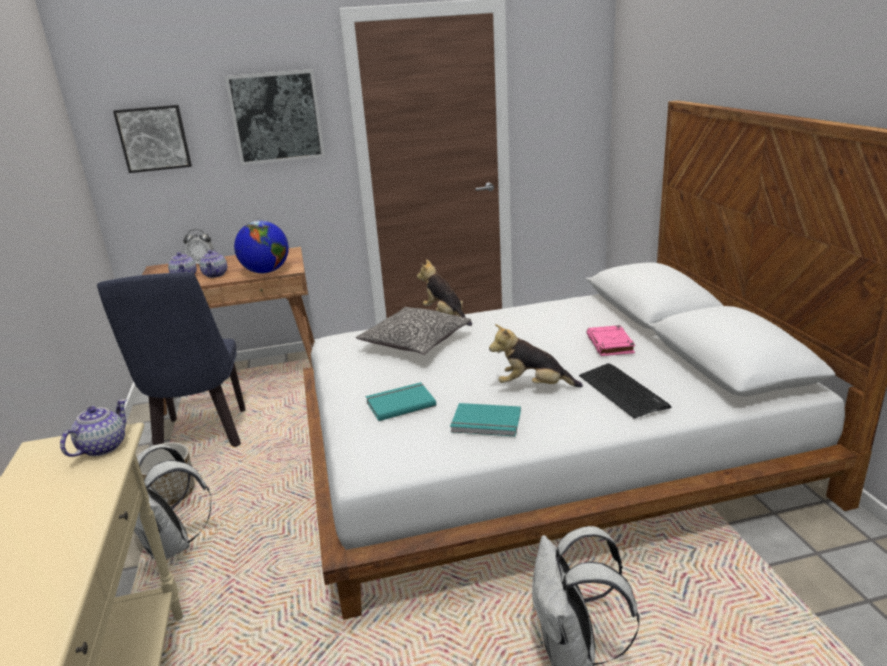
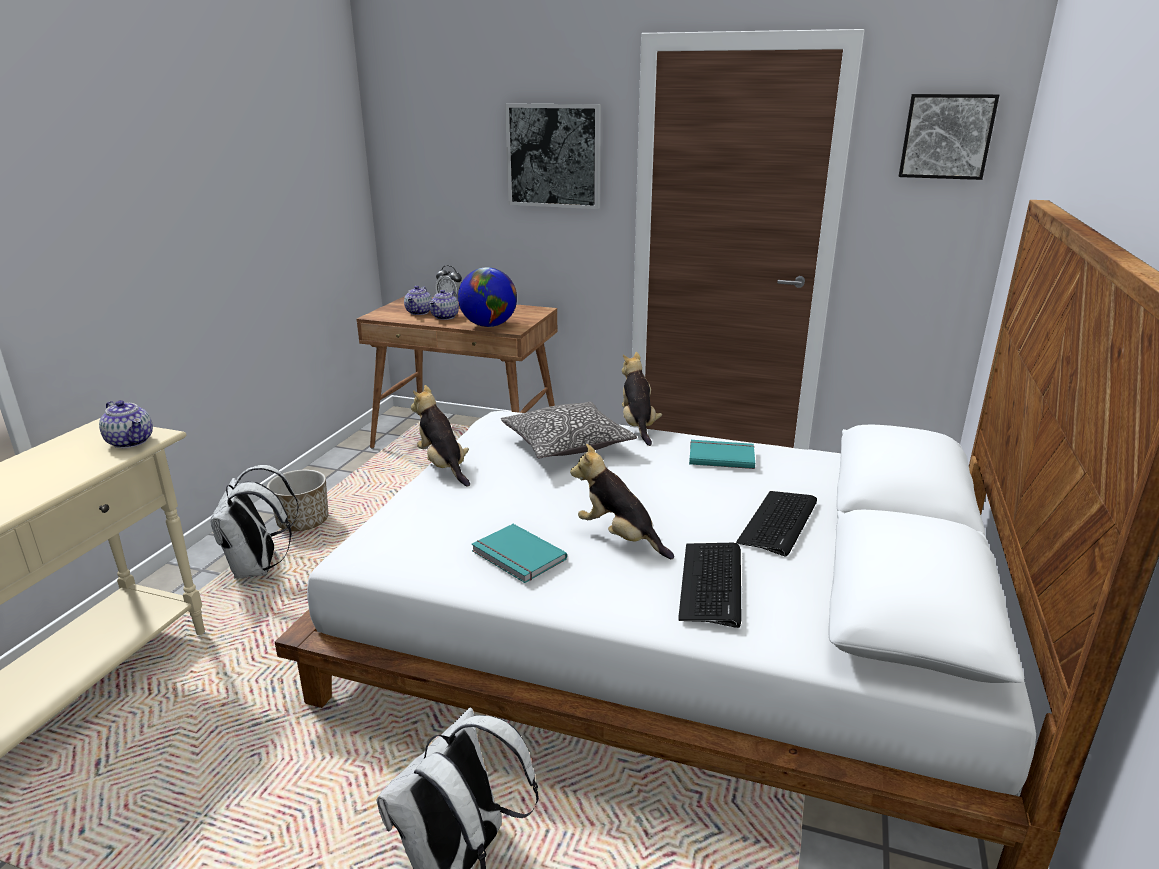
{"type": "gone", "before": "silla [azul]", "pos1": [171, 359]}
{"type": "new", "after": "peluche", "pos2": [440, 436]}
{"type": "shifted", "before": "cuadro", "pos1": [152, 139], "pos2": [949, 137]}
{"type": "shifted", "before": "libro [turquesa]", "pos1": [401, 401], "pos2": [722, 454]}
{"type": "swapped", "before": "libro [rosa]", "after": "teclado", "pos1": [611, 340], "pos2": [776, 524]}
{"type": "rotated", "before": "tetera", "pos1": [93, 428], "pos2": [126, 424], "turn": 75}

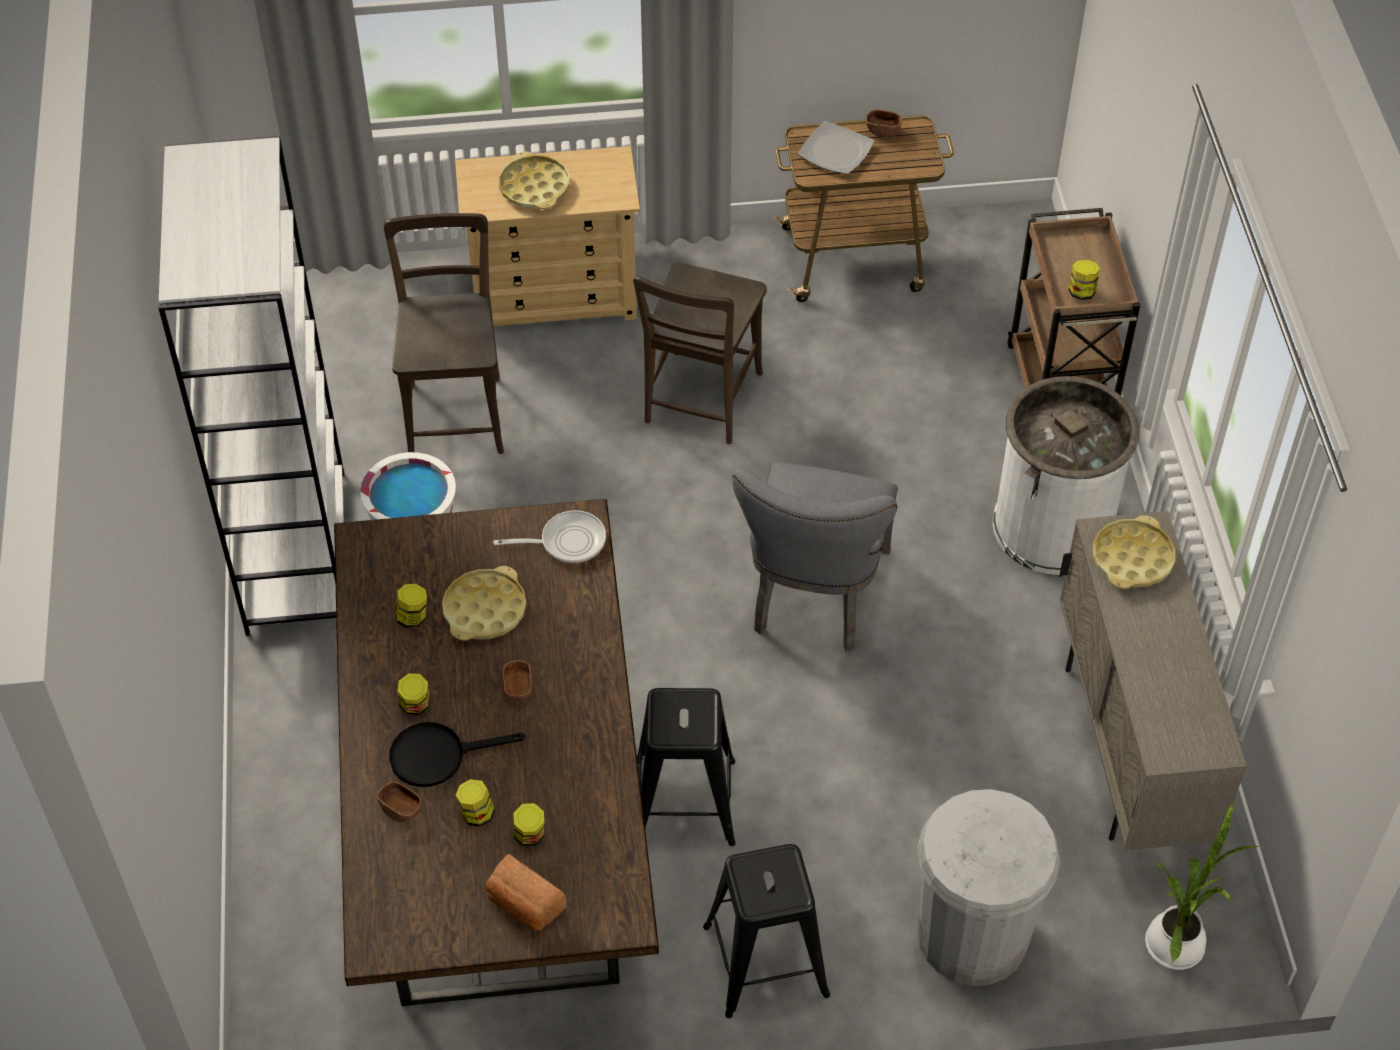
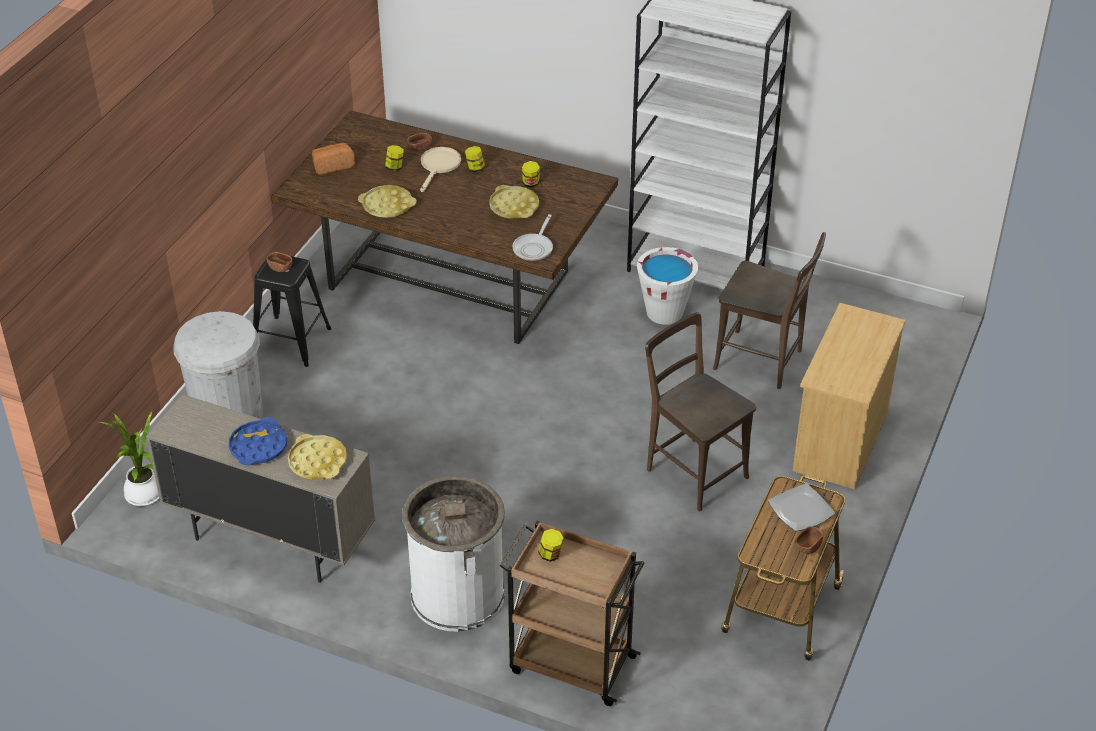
{"type": "gone", "before": "tarro", "pos1": [528, 824]}
{"type": "gone", "before": "taburete [negro]", "pos1": [686, 767]}
{"type": "gone", "before": "silla [gris]", "pos1": [815, 556]}
{"type": "new", "after": "bandeja [azul]", "pos2": [258, 441]}
{"type": "shifted", "before": "bandeja [amarillo]", "pos1": [534, 180], "pos2": [387, 201]}
{"type": "shifted", "before": "cuenco [marrón]", "pos1": [518, 680], "pos2": [279, 262]}
{"type": "repainted", "before": "sartén [negro]", "after": "sartén [beis]", "pos1": [457, 754], "pos2": [440, 169]}

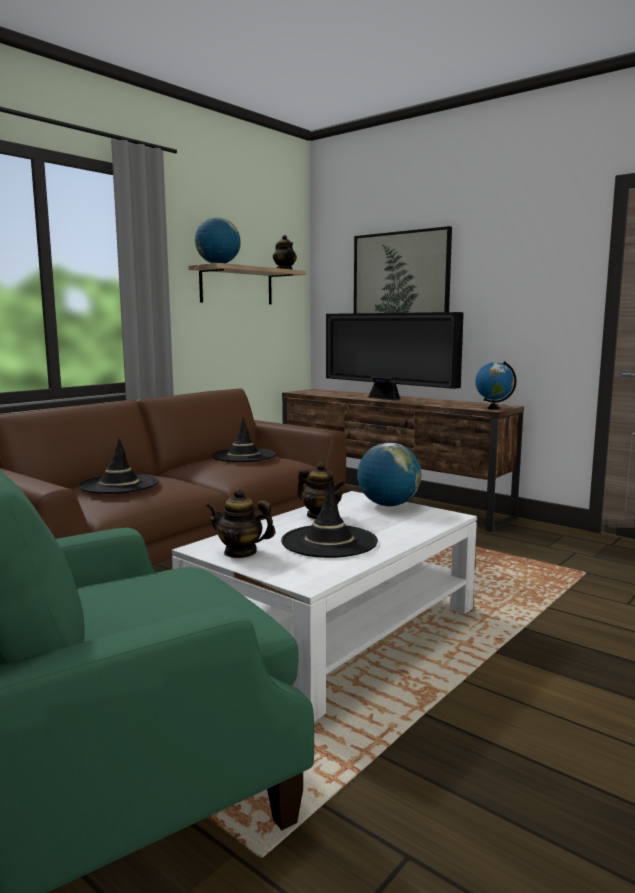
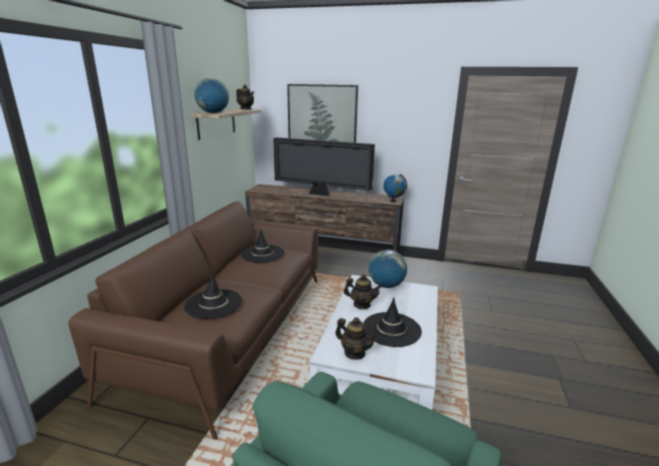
{"type": "rotated", "before": "tetera", "pos1": [241, 523], "pos2": [356, 338], "turn": -135}

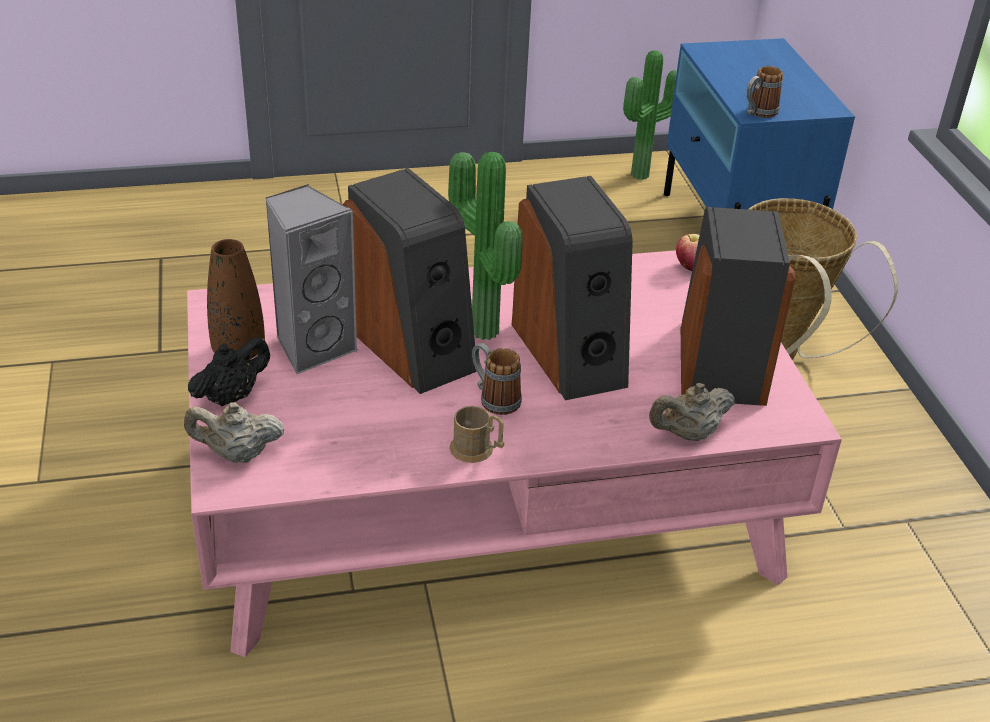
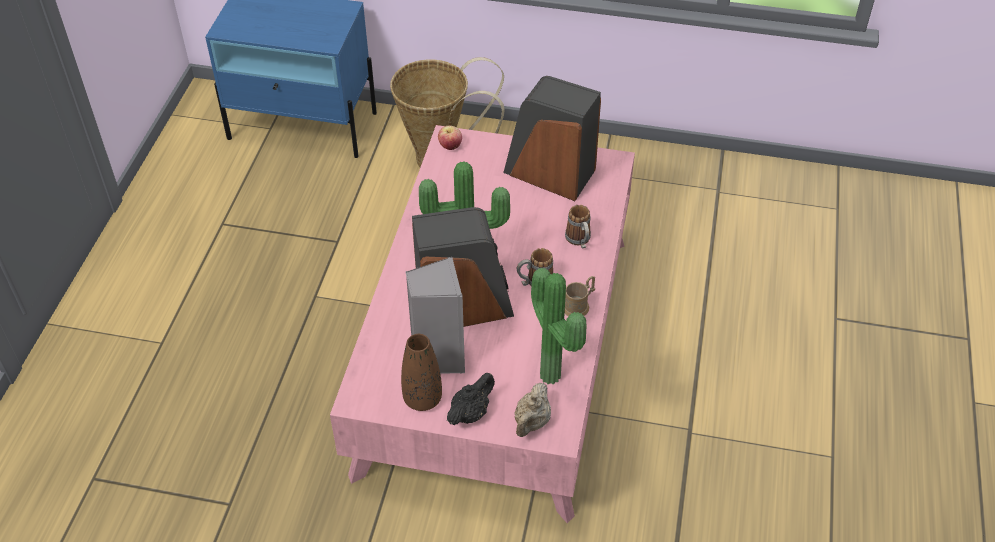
{"type": "gone", "before": "altavoz", "pos1": [572, 288]}
{"type": "gone", "before": "tetera [beis]", "pos1": [692, 412]}
{"type": "shifted", "before": "planta en maceta", "pos1": [650, 115], "pos2": [559, 326]}
{"type": "shifted", "before": "taza grande", "pos1": [764, 92], "pos2": [578, 226]}
{"type": "rotated", "before": "tetera [negro]", "pos1": [229, 371], "pos2": [471, 399], "turn": 60}

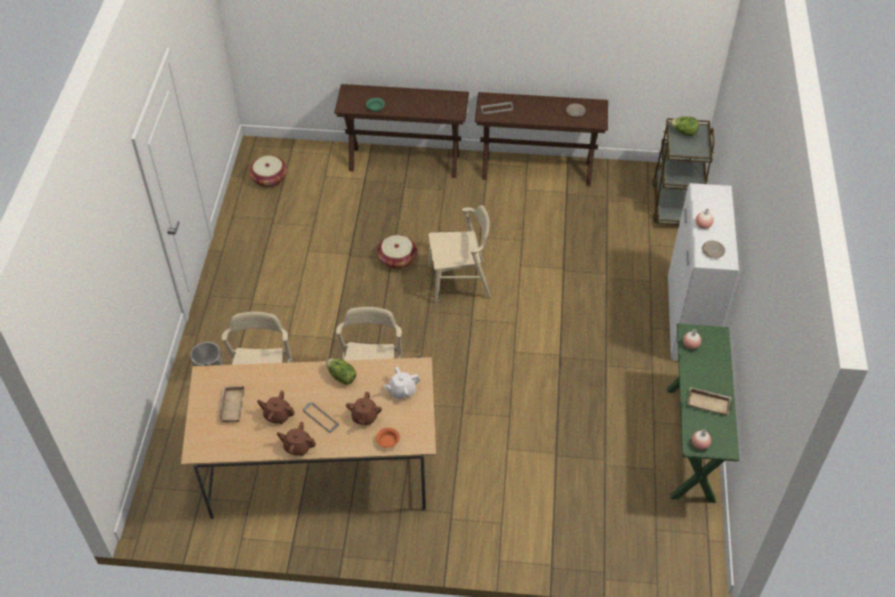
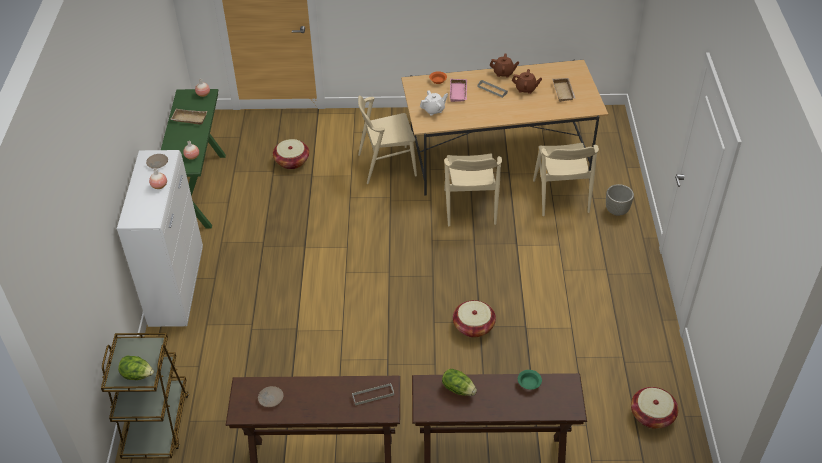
{"type": "new", "after": "cesta", "pos2": [291, 154]}
{"type": "shifted", "before": "lechuga", "pos1": [341, 371], "pos2": [459, 382]}
{"type": "shifted", "before": "silla [beis]", "pos1": [459, 254], "pos2": [387, 139]}
{"type": "swapped", "before": "tetera [marrón]", "after": "bandeja [rosa]", "pos1": [364, 408], "pos2": [458, 90]}

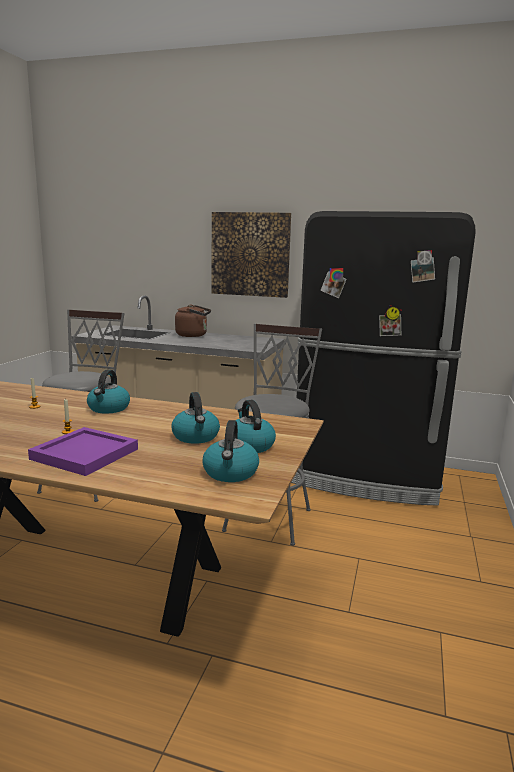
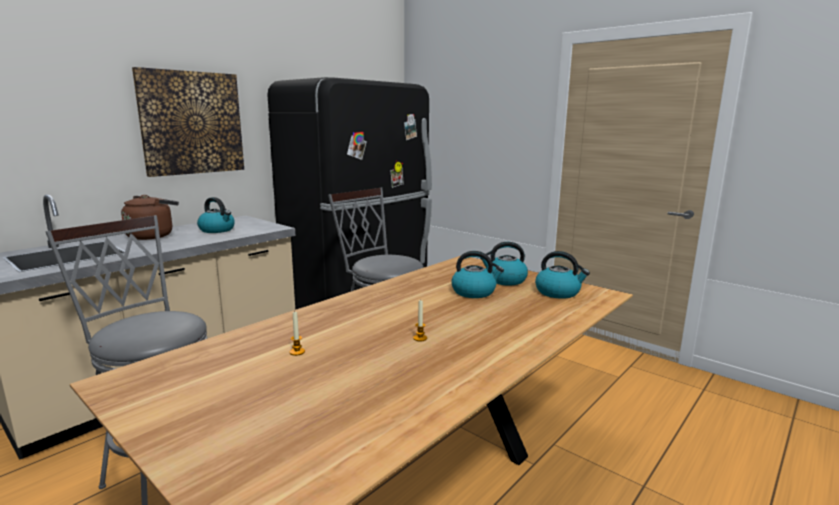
{"type": "gone", "before": "bandeja [morado]", "pos1": [83, 451]}
{"type": "shifted", "before": "hervidor", "pos1": [108, 392], "pos2": [216, 215]}

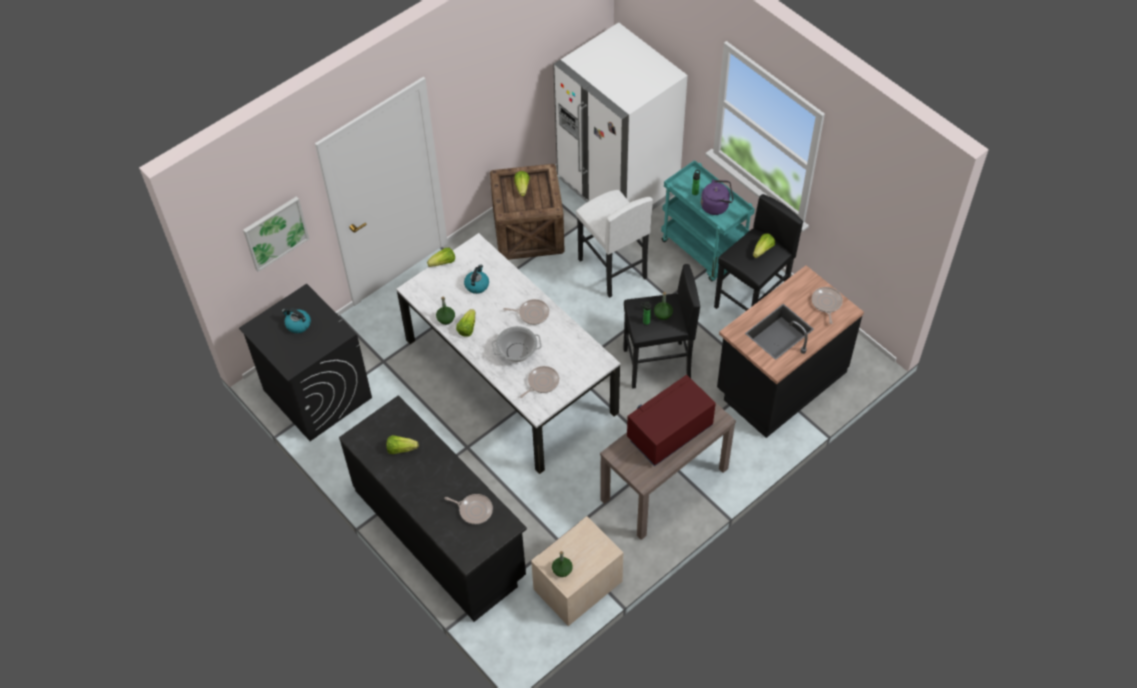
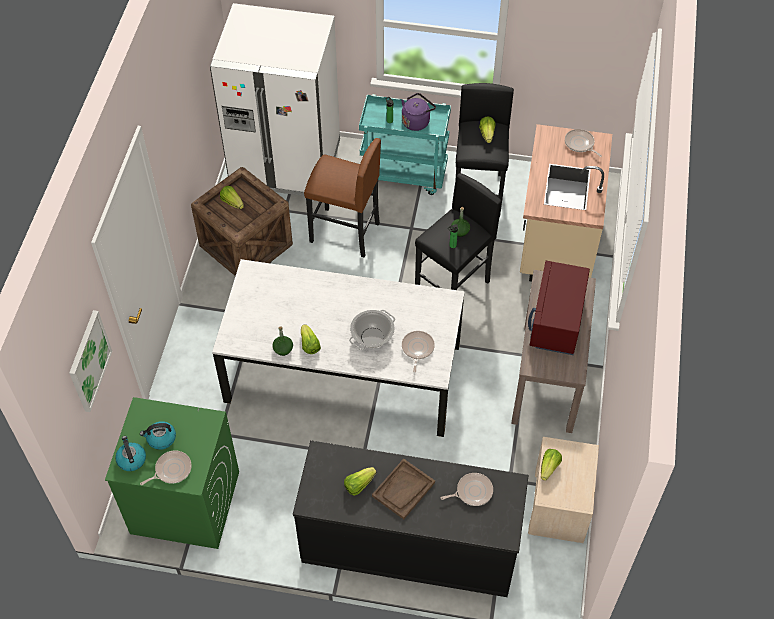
{"type": "gone", "before": "botella [verde]", "pos1": [562, 564]}
{"type": "new", "after": "bandeja [marrón]", "pos2": [403, 488]}
{"type": "shifted", "before": "lechuga", "pos1": [441, 257], "pos2": [551, 465]}
{"type": "shifted", "before": "hervidor", "pos1": [476, 279], "pos2": [130, 453]}
{"type": "shifted", "before": "sartén", "pos1": [526, 312], "pos2": [166, 467]}
{"type": "repainted", "before": "lavadora [negro]", "after": "lavadora [verde]", "pos1": [305, 362], "pos2": [172, 473]}
{"type": "repainted", "before": "taburete [blanco]", "after": "taburete [marrón]", "pos1": [614, 244], "pos2": [342, 197]}
{"type": "repainted", "before": "mueble bajo de cocina [negro]", "after": "mueble bajo de cocina [beis]", "pos1": [790, 351], "pos2": [566, 203]}

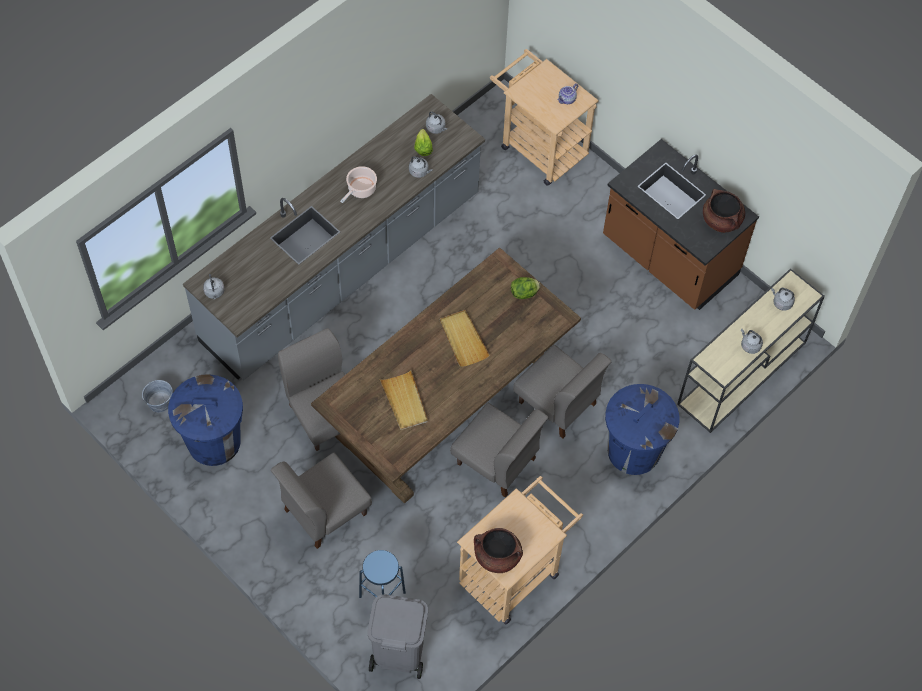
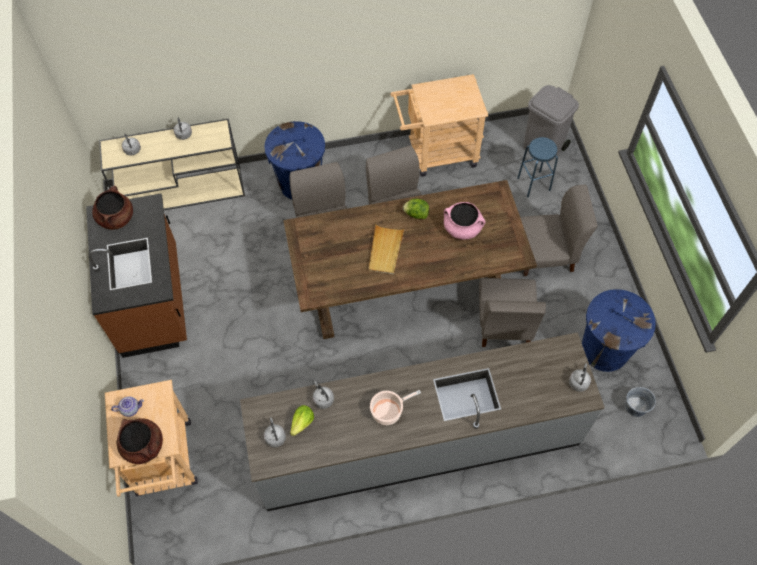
{"type": "shifted", "before": "olla [marrón]", "pos1": [498, 550], "pos2": [140, 441]}
{"type": "shifted", "before": "lechuga", "pos1": [525, 288], "pos2": [416, 208]}
{"type": "swapped", "before": "bandeja [beis]", "after": "olla [rosa]", "pos1": [404, 400], "pos2": [465, 220]}

